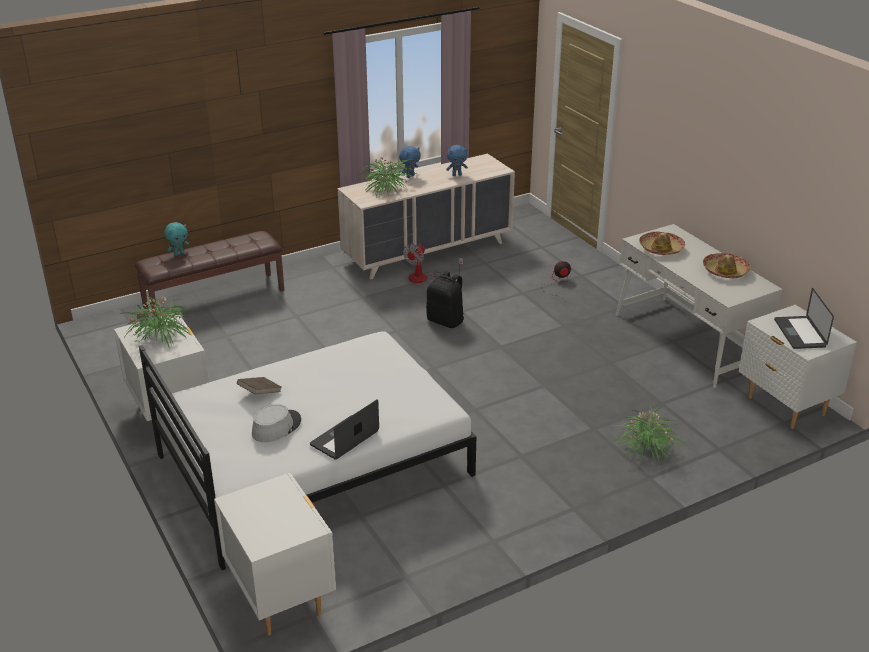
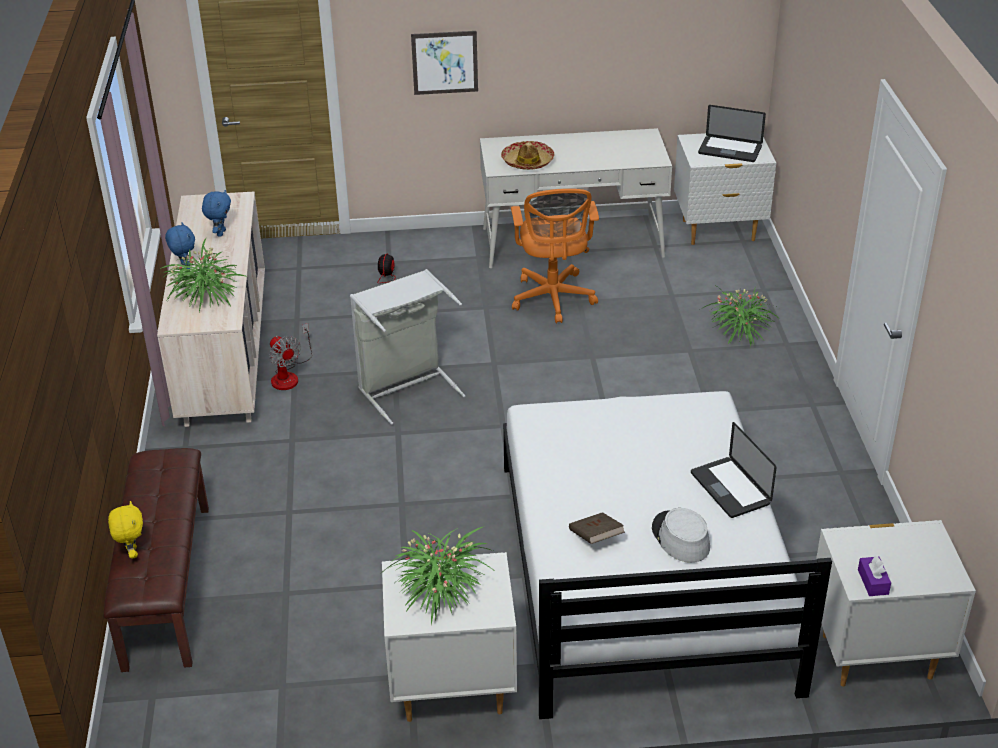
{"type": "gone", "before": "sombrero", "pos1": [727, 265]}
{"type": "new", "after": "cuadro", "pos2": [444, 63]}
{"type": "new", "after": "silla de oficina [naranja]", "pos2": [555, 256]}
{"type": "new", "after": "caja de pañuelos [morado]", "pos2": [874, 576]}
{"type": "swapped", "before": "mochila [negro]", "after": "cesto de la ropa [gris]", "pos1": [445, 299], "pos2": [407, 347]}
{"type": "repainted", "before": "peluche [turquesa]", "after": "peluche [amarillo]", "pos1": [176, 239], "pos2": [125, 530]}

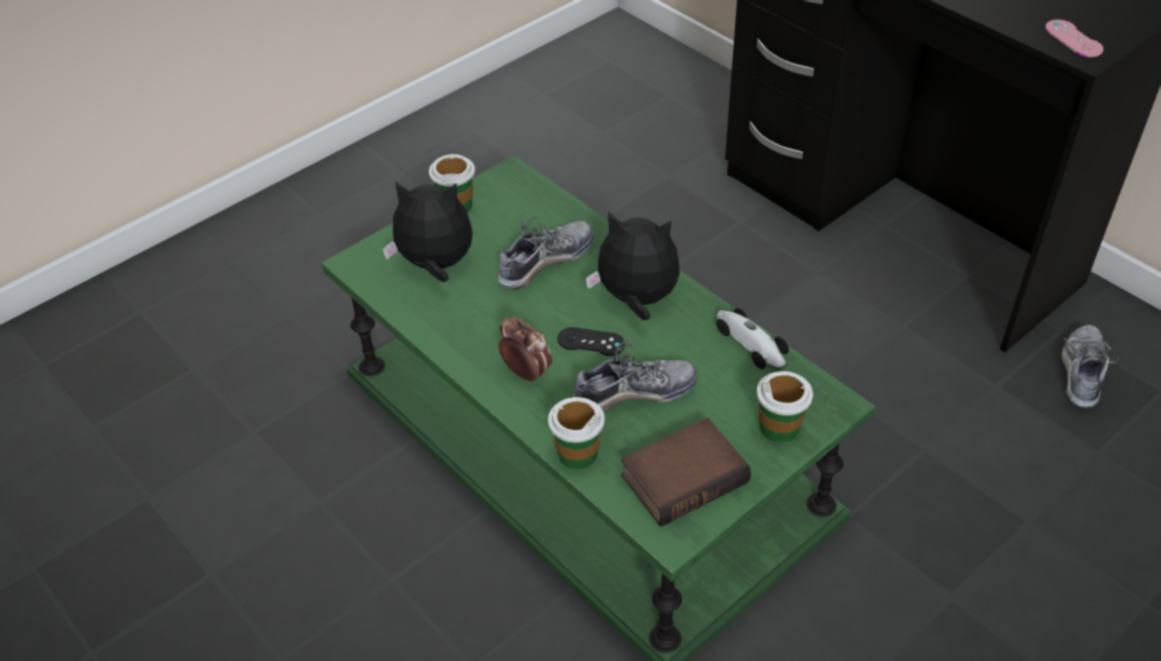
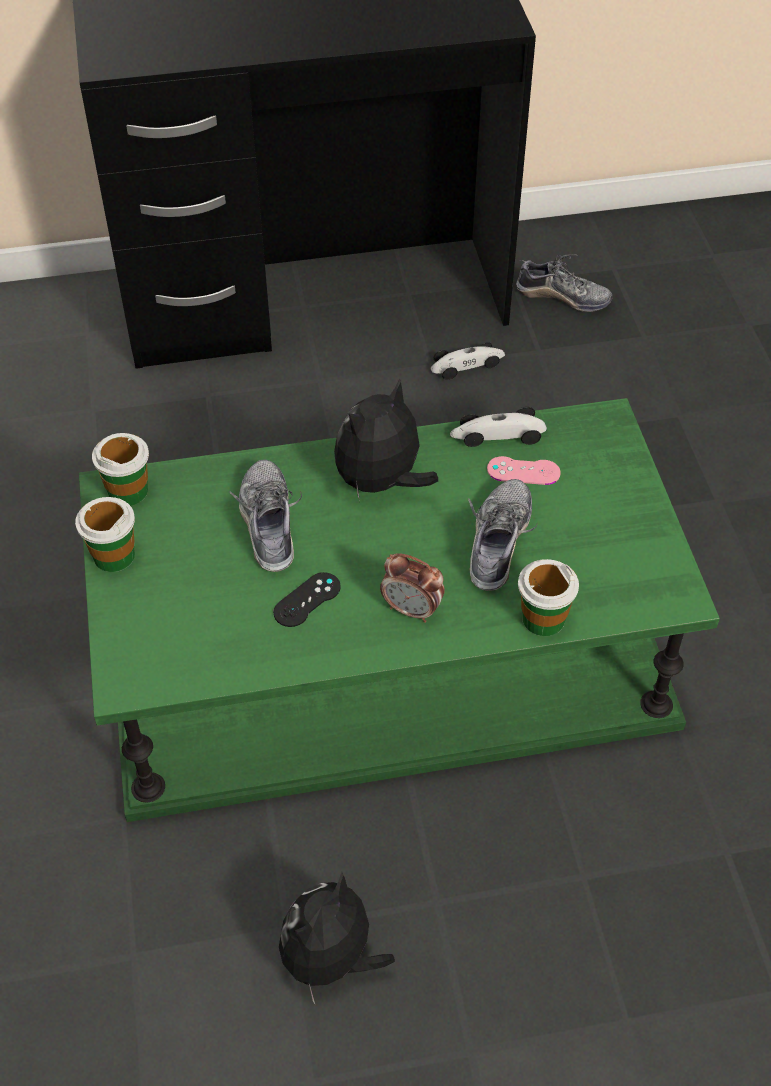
{"type": "gone", "before": "libro", "pos1": [686, 472]}
{"type": "new", "after": "coche de juguete", "pos2": [467, 361]}
{"type": "shifted", "before": "peluche", "pos1": [427, 231], "pos2": [337, 938]}
{"type": "shifted", "before": "mando de consola [negro]", "pos1": [591, 341], "pos2": [307, 599]}
{"type": "shifted", "before": "taza", "pos1": [785, 407], "pos2": [120, 469]}
{"type": "shifted", "before": "mando de consola [rosa]", "pos1": [1074, 38], "pos2": [524, 470]}
{"type": "rotated", "before": "despertador", "pos1": [525, 350], "pos2": [412, 588], "turn": -135}
{"type": "rotated", "before": "zapato", "pos1": [1090, 366], "pos2": [564, 283], "turn": 150}

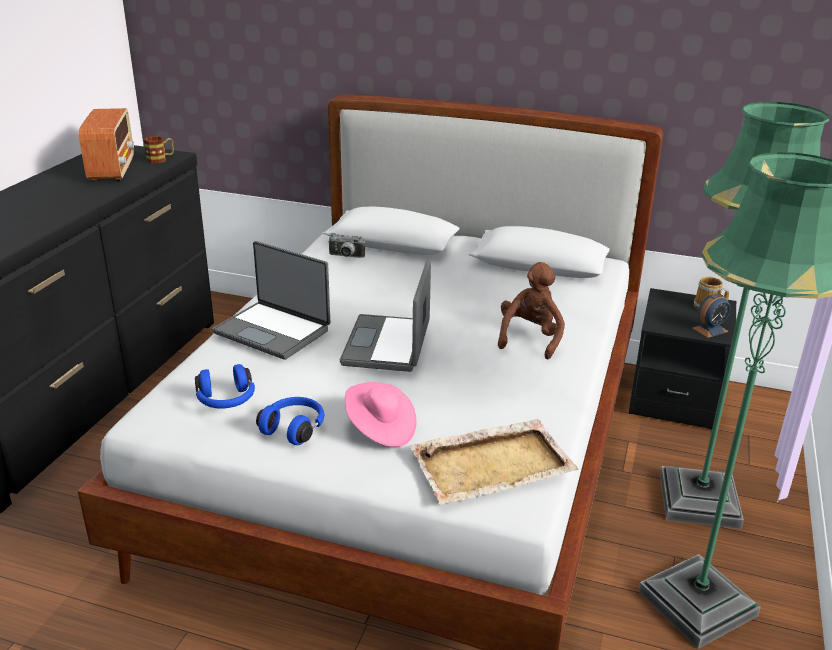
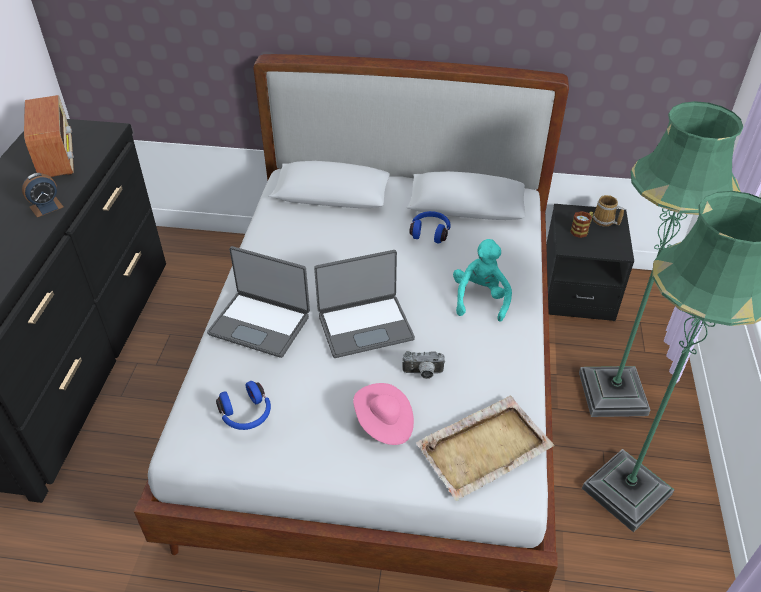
{"type": "shifted", "before": "taza grande", "pos1": [159, 149], "pos2": [581, 224]}
{"type": "shifted", "before": "auriculares [azul]", "pos1": [290, 421], "pos2": [430, 227]}
{"type": "shifted", "before": "cámara", "pos1": [346, 245], "pos2": [423, 365]}
{"type": "shifted", "before": "despertador", "pos1": [711, 316], "pos2": [42, 195]}
{"type": "repainted", "before": "peluche [marrón]", "after": "peluche [turquesa]", "pos1": [531, 310], "pos2": [482, 280]}
{"type": "rotated", "before": "portátil", "pos1": [385, 315], "pos2": [364, 304], "turn": -105}

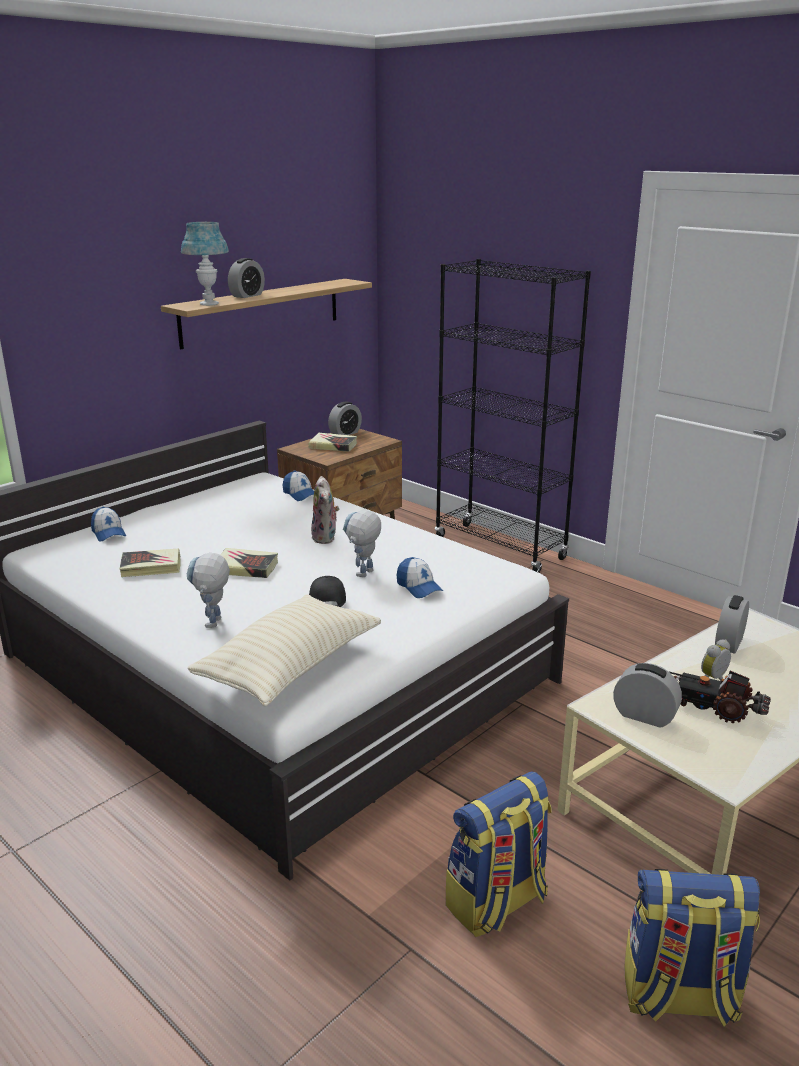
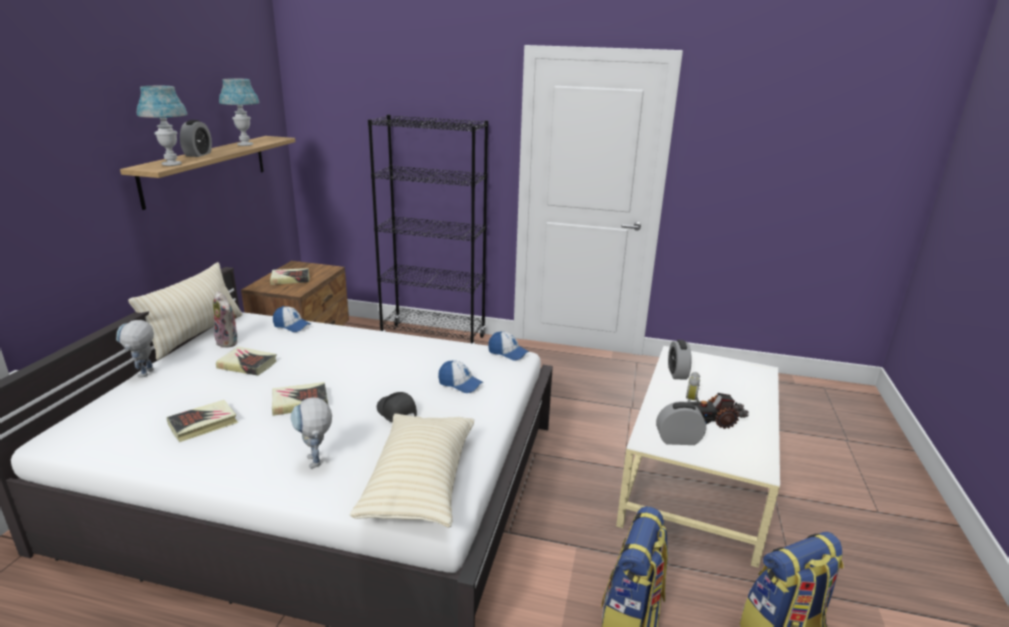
{"type": "gone", "before": "despertador", "pos1": [345, 418]}
{"type": "new", "after": "cojín [beis]", "pos2": [185, 311]}
{"type": "new", "after": "libro", "pos2": [246, 361]}
{"type": "new", "after": "lámpara de mesa [azul]", "pos2": [239, 112]}
{"type": "shifted", "before": "gorra", "pos1": [108, 524], "pos2": [508, 346]}
{"type": "shifted", "before": "peluche", "pos1": [325, 510], "pos2": [225, 320]}
{"type": "shifted", "before": "robot de juguete", "pos1": [362, 543], "pos2": [135, 348]}

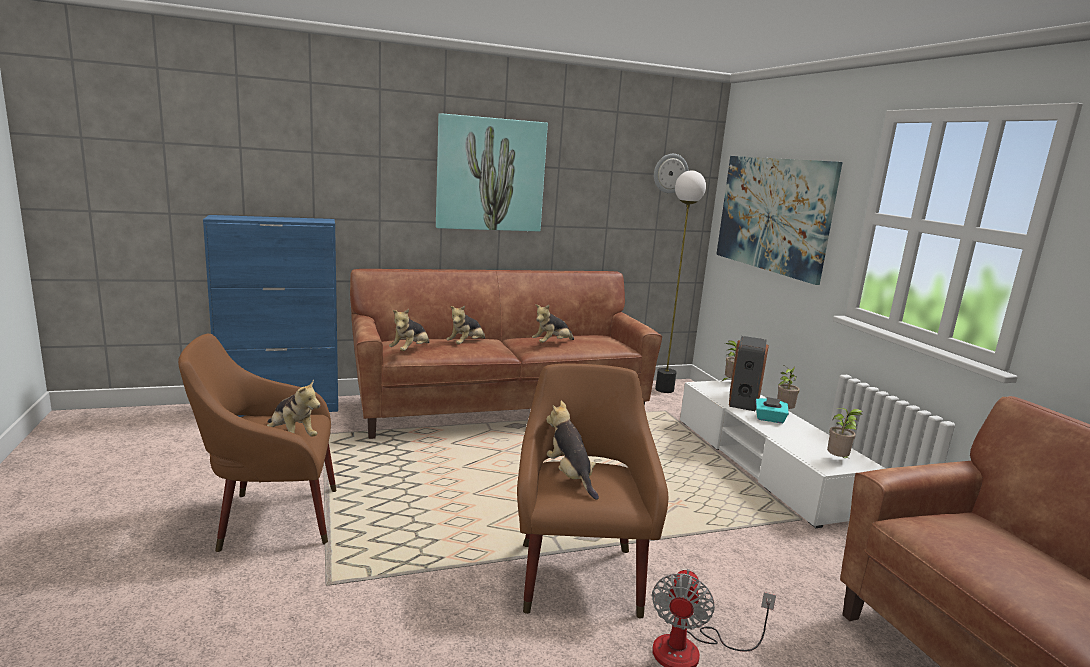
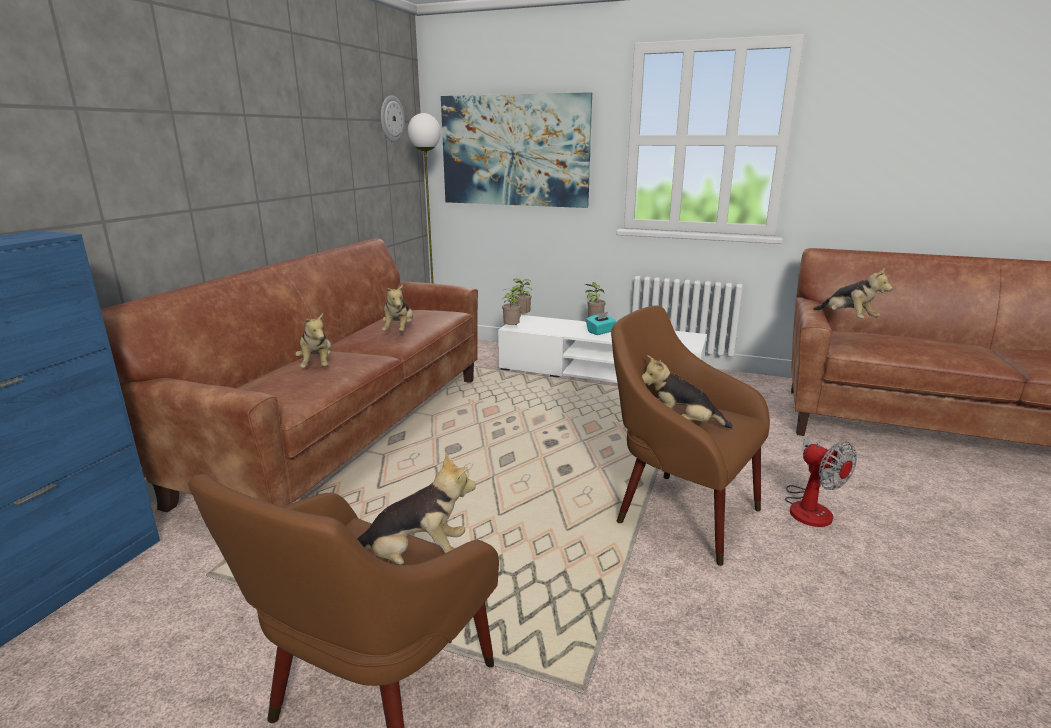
{"type": "gone", "before": "cuadro", "pos1": [492, 172]}
{"type": "gone", "before": "altavoz", "pos1": [749, 373]}
{"type": "shifted", "before": "peluche", "pos1": [409, 330], "pos2": [853, 293]}
{"type": "shifted", "before": "planta en maceta", "pos1": [845, 433], "pos2": [511, 306]}

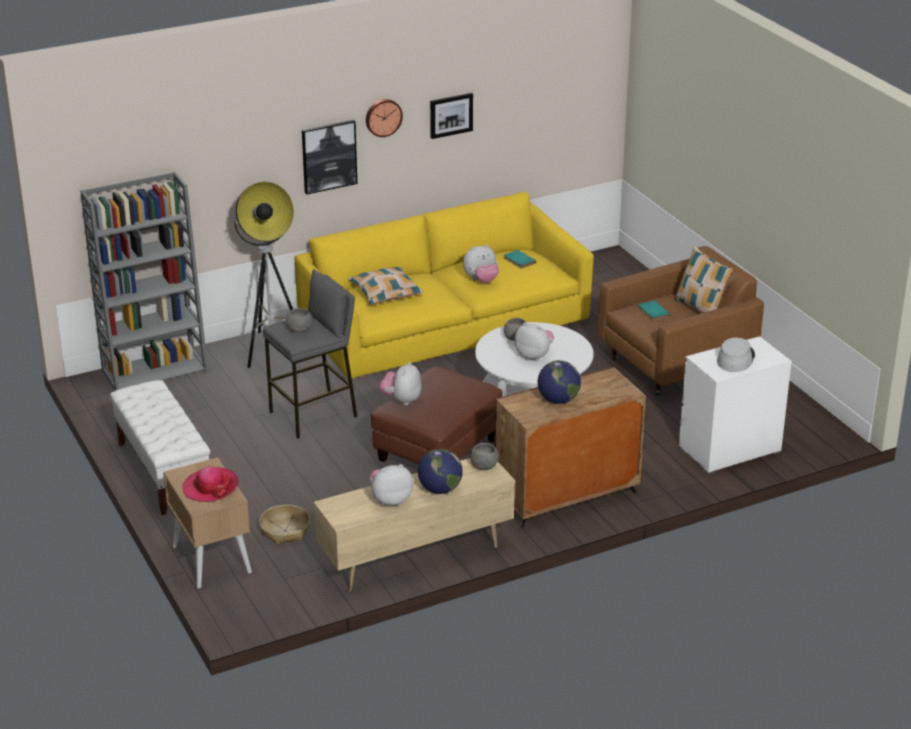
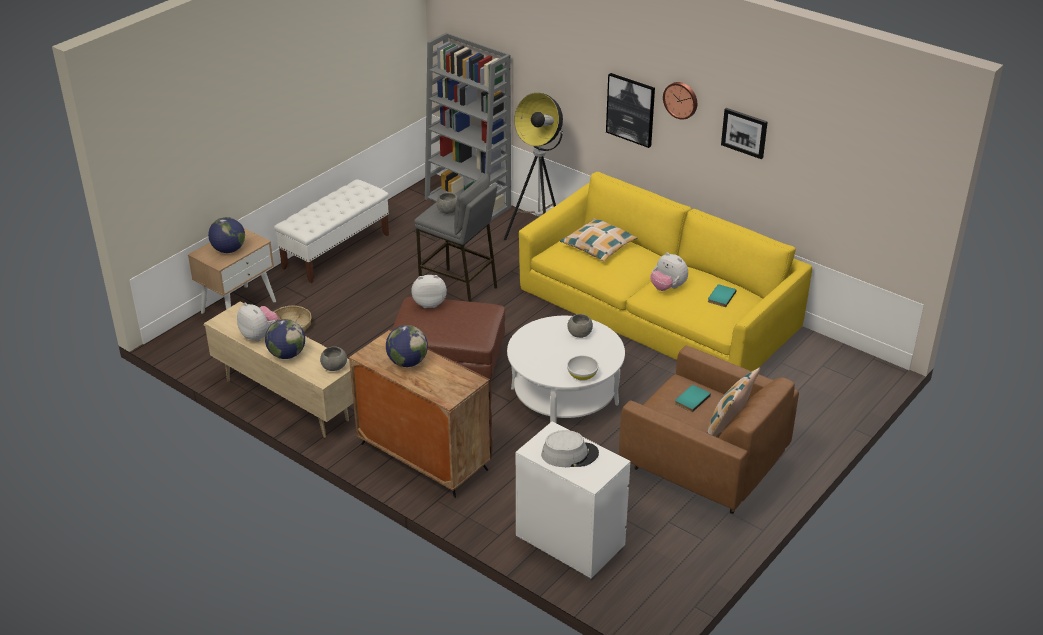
{"type": "gone", "before": "peluche", "pos1": [534, 341]}
{"type": "new", "after": "cuenco [blanco]", "pos2": [583, 368]}
{"type": "swapped", "before": "sombrero", "after": "globo terráqueo", "pos1": [210, 484], "pos2": [226, 235]}

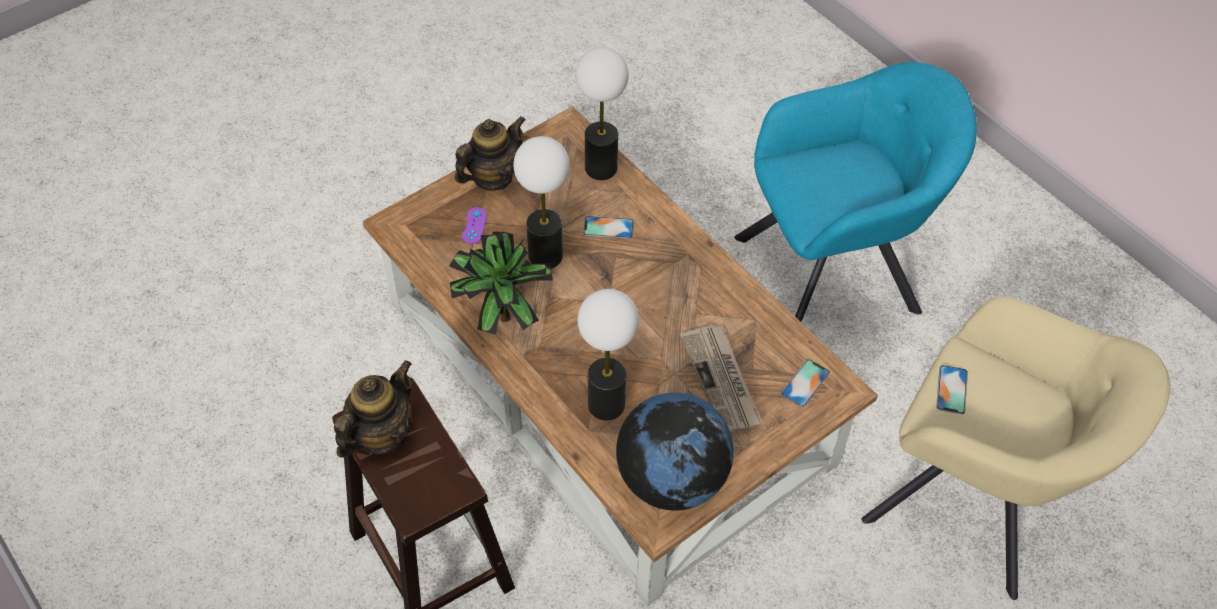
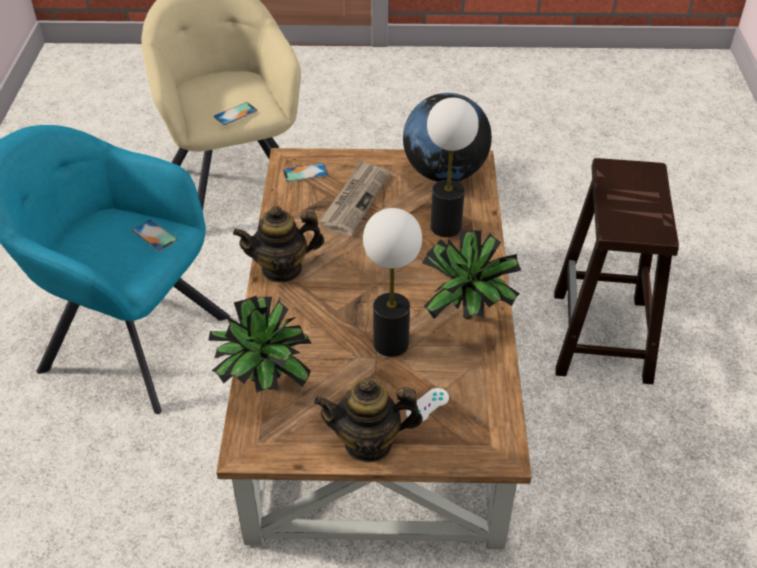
{"type": "shifted", "before": "tetera", "pos1": [373, 409], "pos2": [278, 244]}
{"type": "shifted", "before": "móvil", "pos1": [608, 227], "pos2": [155, 235]}
{"type": "swapped", "before": "lámpara de mesa", "after": "planta en maceta", "pos1": [602, 113], "pos2": [260, 344]}
{"type": "repainted", "before": "mando de consola [morado]", "after": "mando de consola [blanco]", "pos1": [474, 225], "pos2": [427, 405]}

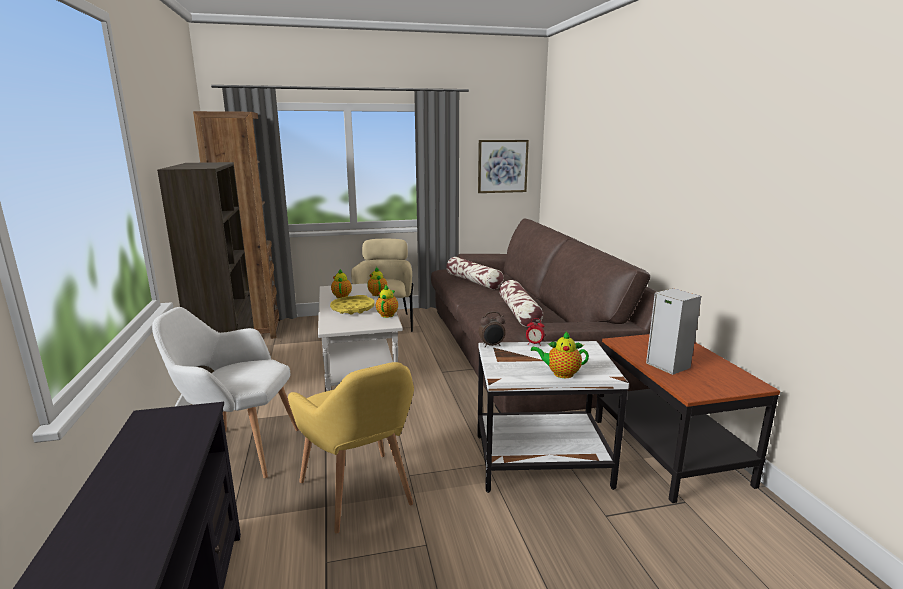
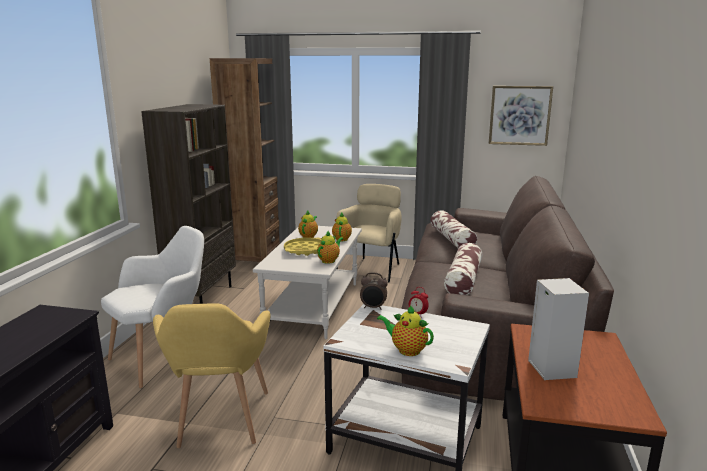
{"type": "rotated", "before": "sillón [blanco]", "pos1": [225, 392], "pos2": [152, 307], "turn": 105}

